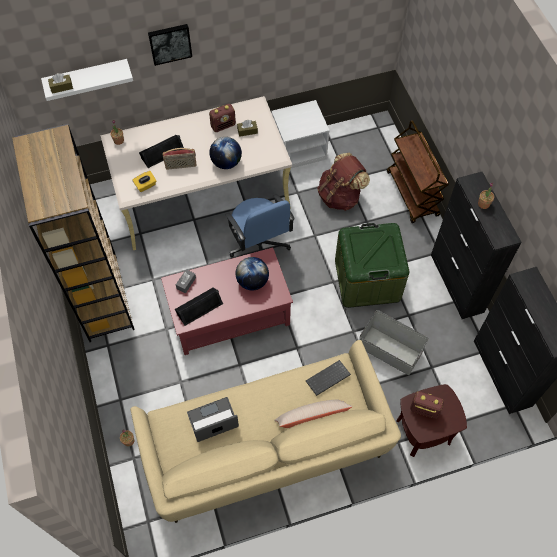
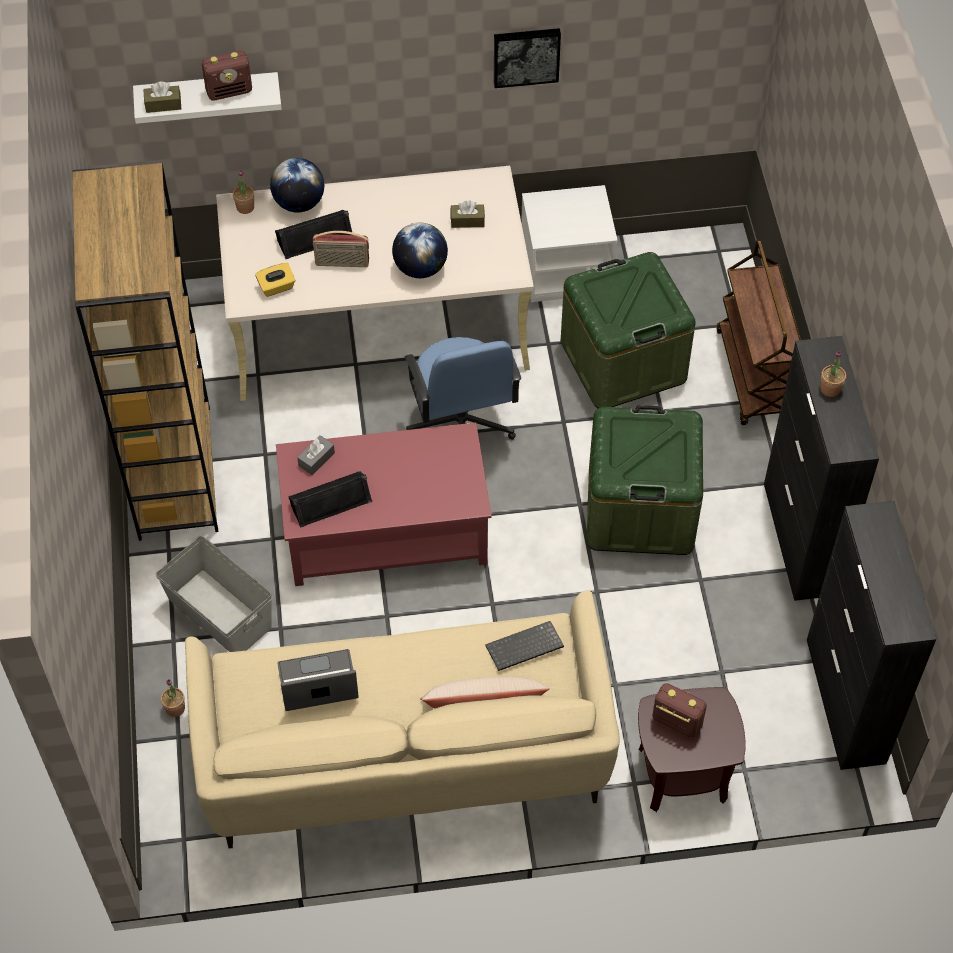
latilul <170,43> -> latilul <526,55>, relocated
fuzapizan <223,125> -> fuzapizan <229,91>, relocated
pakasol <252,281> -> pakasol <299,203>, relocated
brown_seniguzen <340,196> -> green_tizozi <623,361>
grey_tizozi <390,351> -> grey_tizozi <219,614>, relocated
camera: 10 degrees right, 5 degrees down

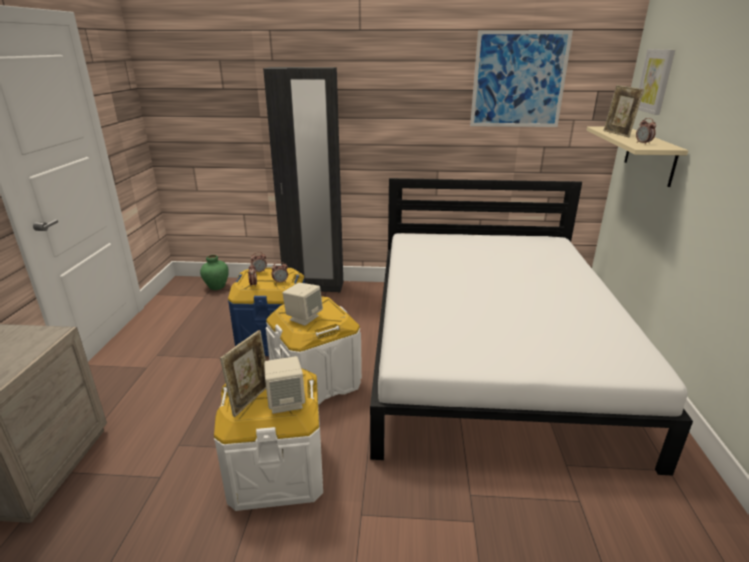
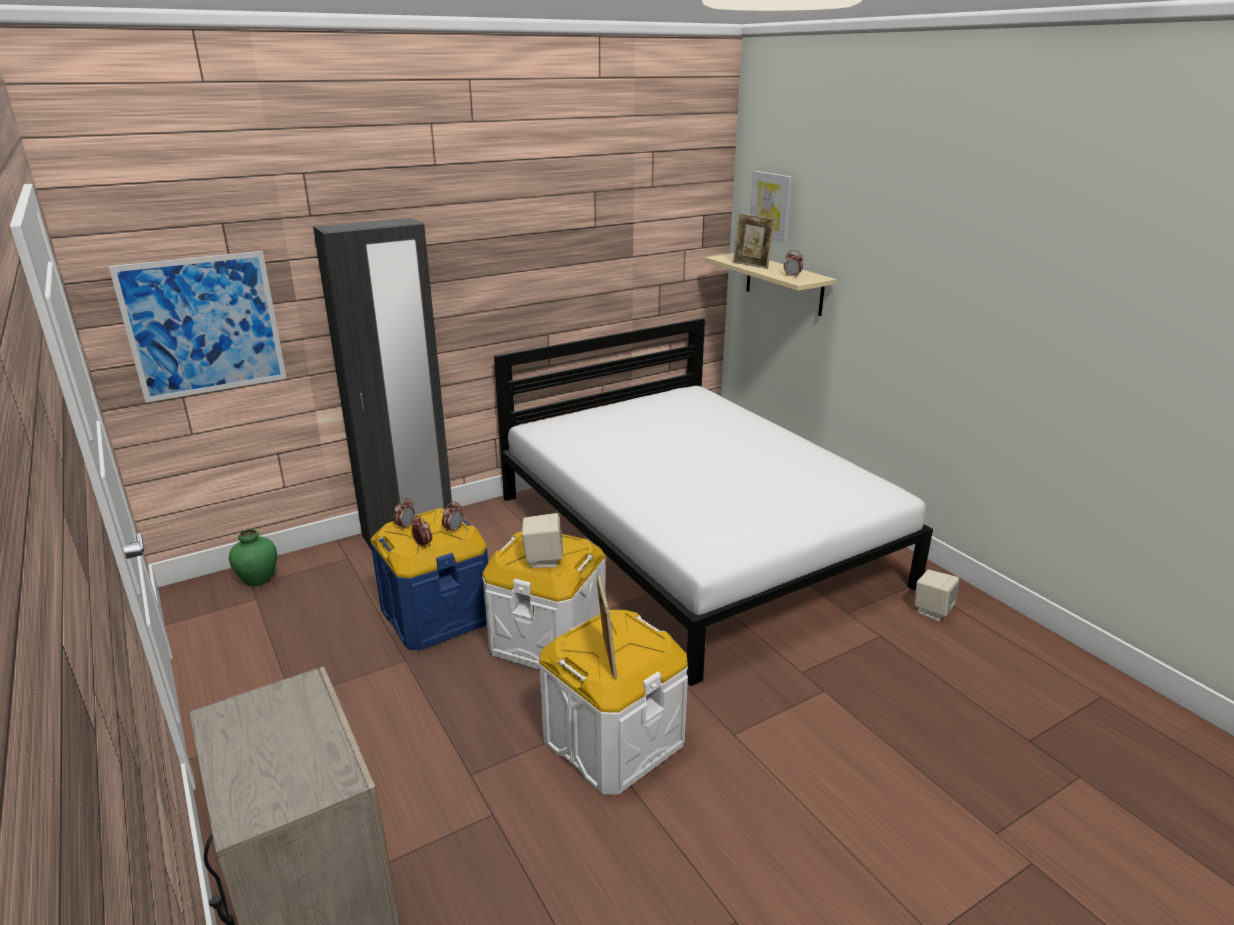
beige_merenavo <286,402> -> beige_merenavo <932,610>, relocated
latilul <518,80> -> latilul <203,326>, relocated
camera: 35 degrees left, 0 degrees up

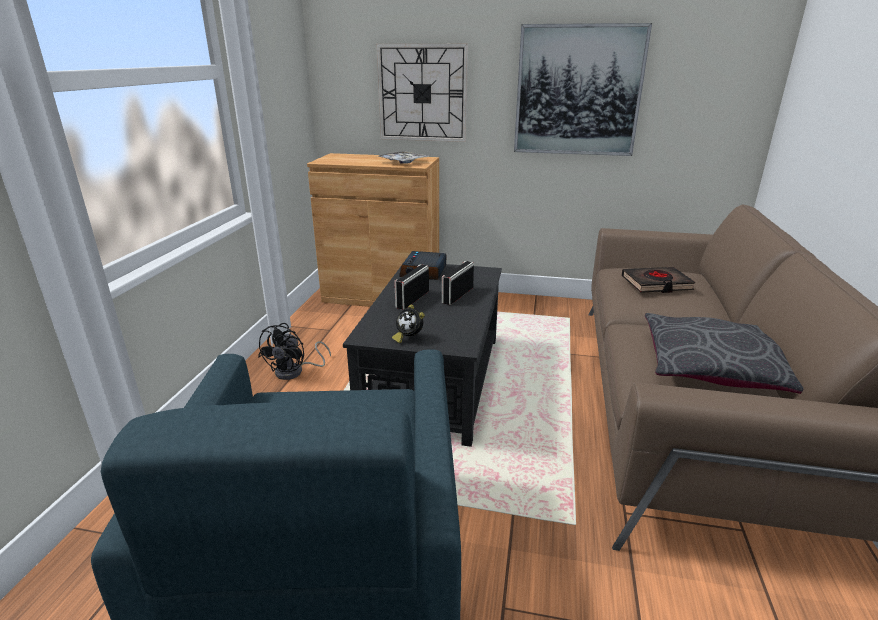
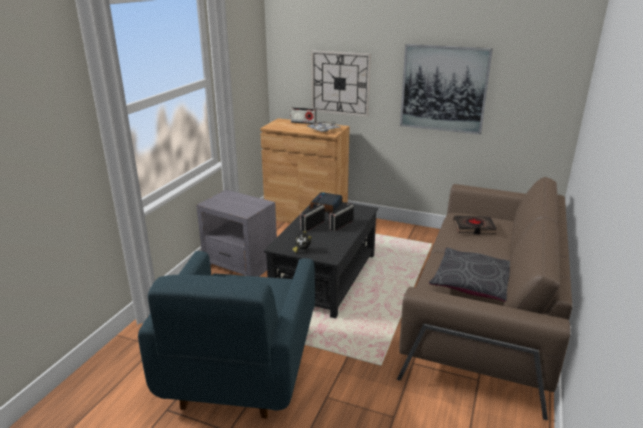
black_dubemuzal <295,371> -> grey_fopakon <240,264>
none -> fuzapizan <303,122>
camera: 10 degrees right, 0 degrees up

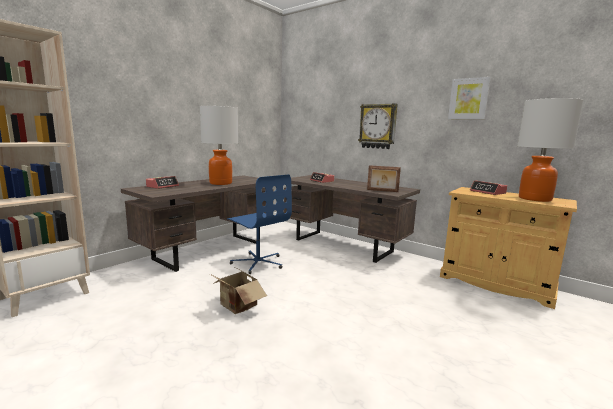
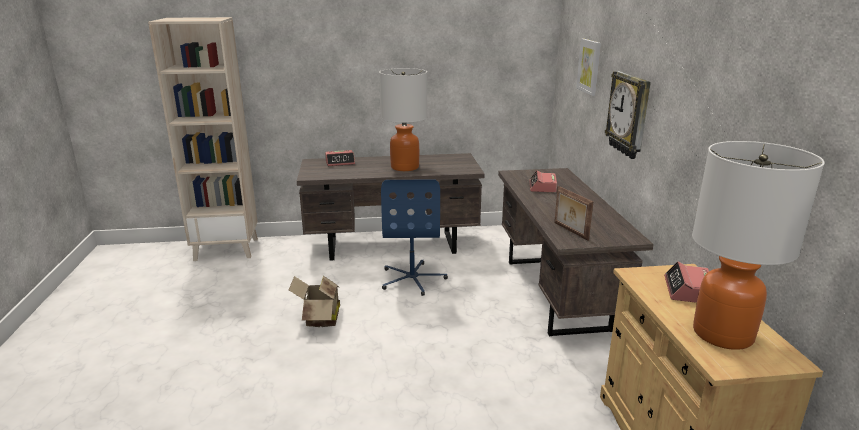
latilul <468,99> -> latilul <589,66>, relocated
camera: 45 degrees right, 10 degrees up

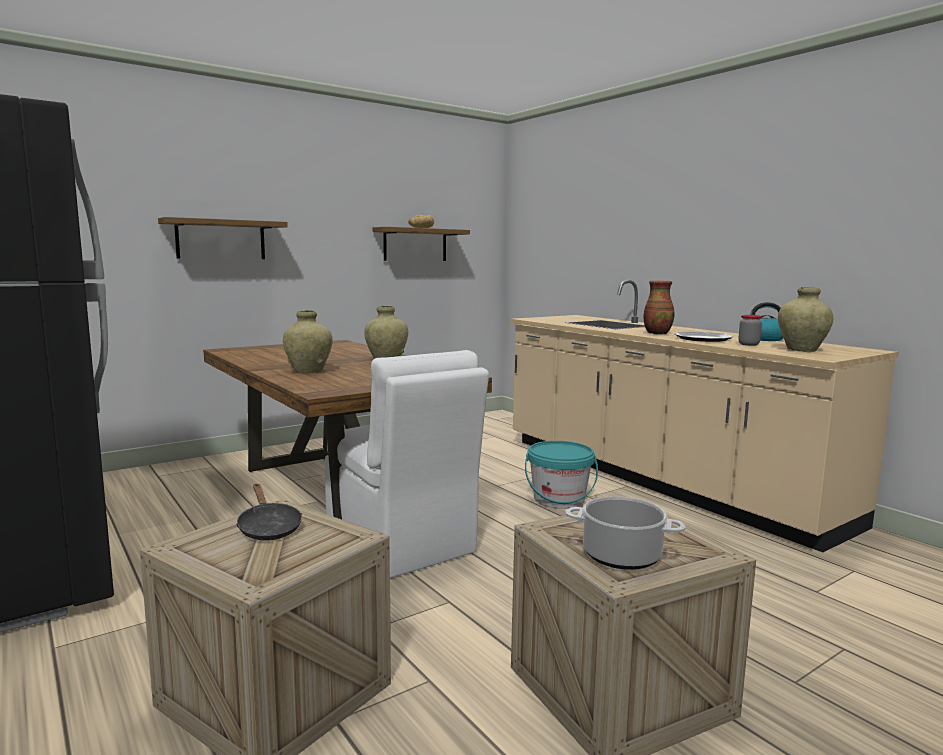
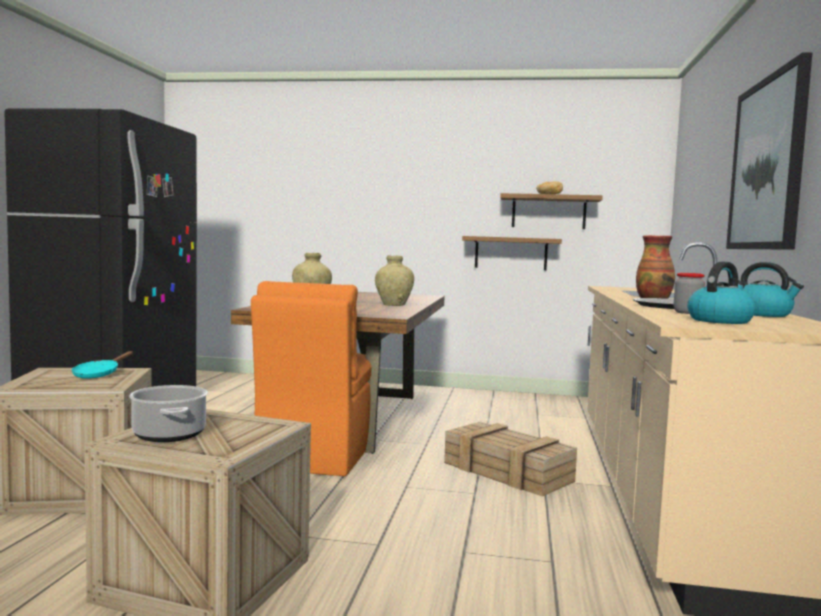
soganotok <221,239> -> soganotok <511,253>, relocated
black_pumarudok <268,528> -> turquoise_pumarudok <99,374>
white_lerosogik <401,543> -> orange_lerosogik <316,455>
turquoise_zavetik <559,499> -> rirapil <509,472>
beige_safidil <801,350> -> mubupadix <720,320>
none -> latilul <767,164>
camera: 45 degrees right, 5 degrees down

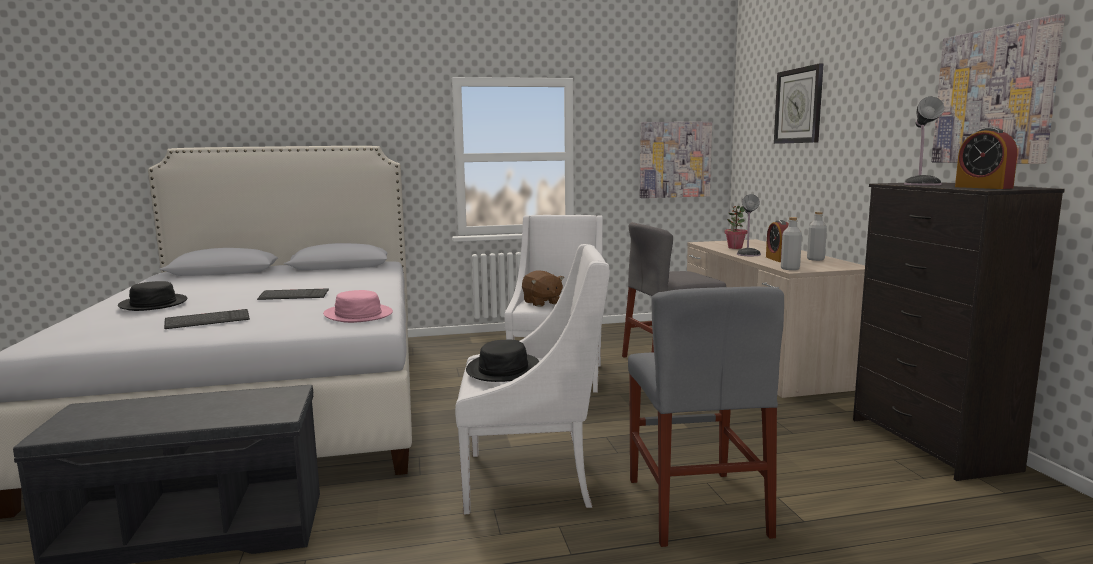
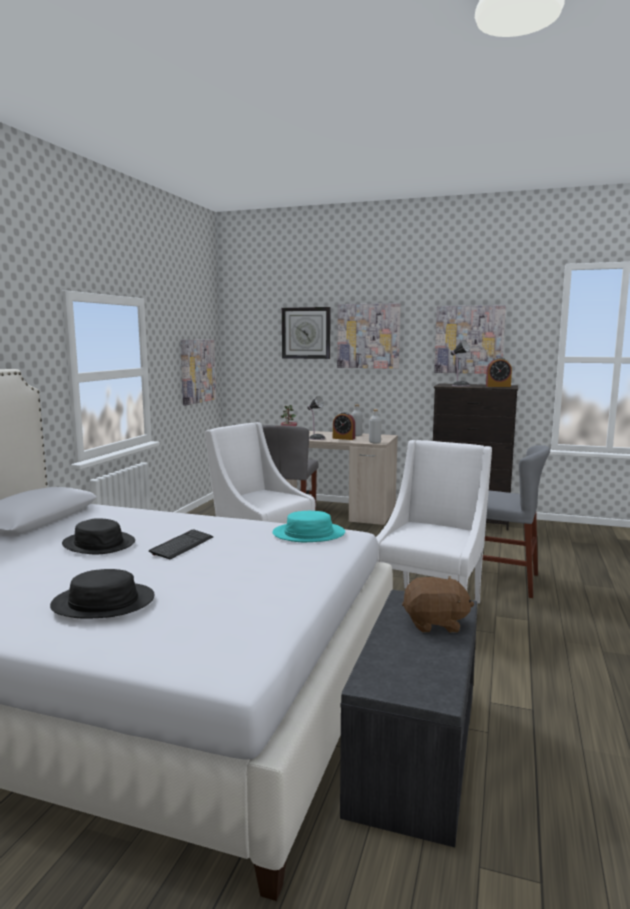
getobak <207,321> -> none
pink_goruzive <358,315> -> turquoise_goruzive <308,534>
black_goruzive <503,369> -> black_goruzive <99,544>, relocated
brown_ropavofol <542,303> -> brown_ropavofol <435,624>, relocated
none -> latilul <368,336>
camera: 60 degrees left, 0 degrees up

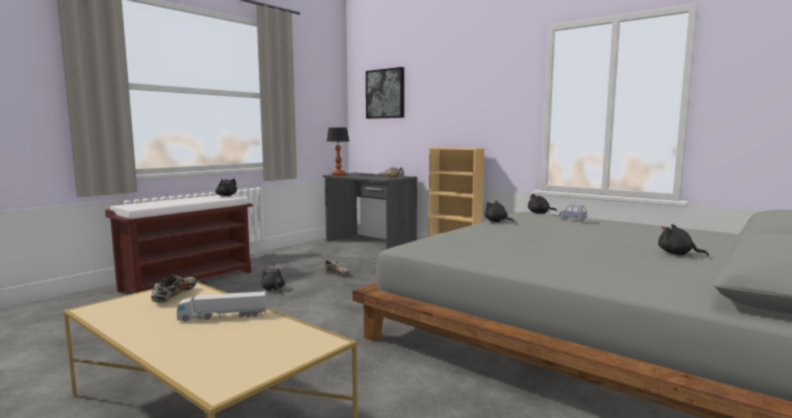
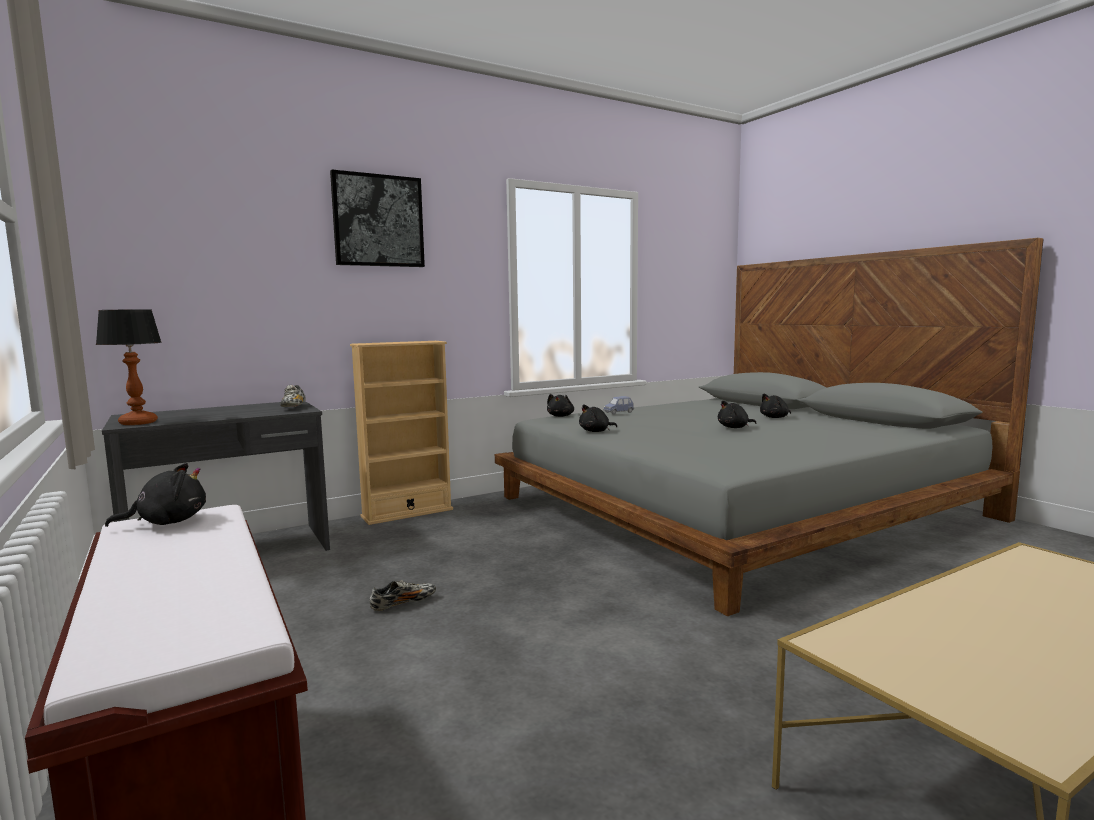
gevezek <175,296> -> none
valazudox <223,316> -> none
black_ropavofol <273,289> -> black_ropavofol <734,427>, relocated
latilul <385,94> -> latilul <378,221>, relocated
camera: 70 degrees left, 0 degrees up

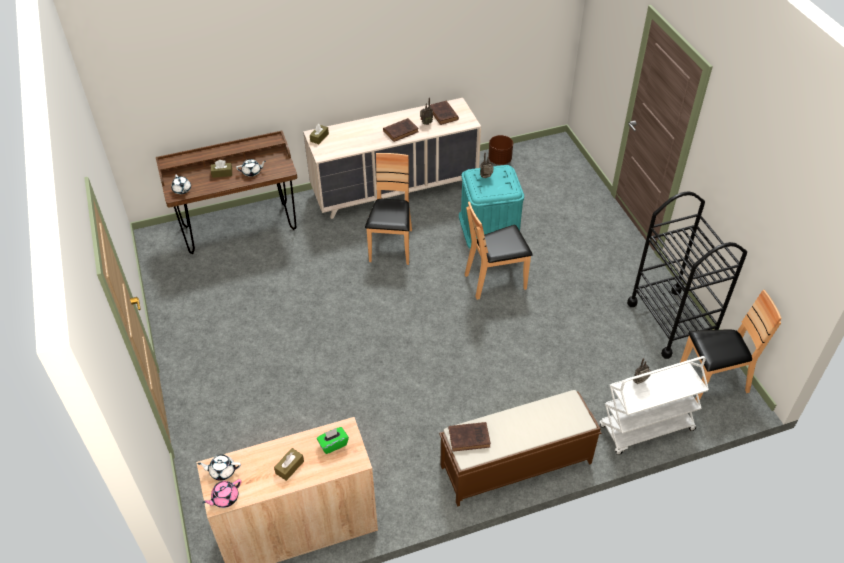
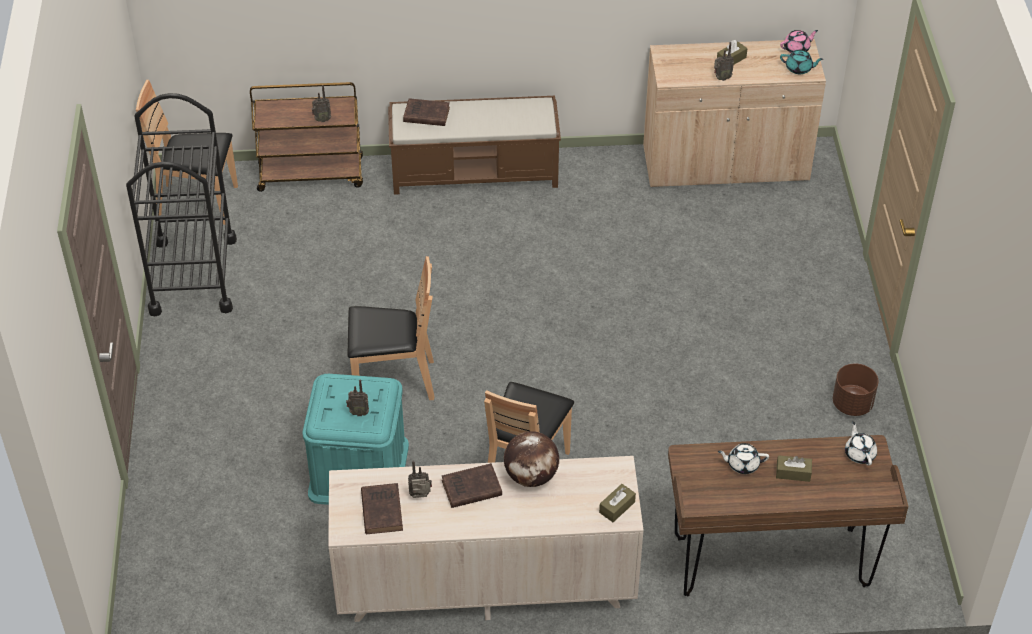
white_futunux <222,471> -> turquoise_futunux <799,68>
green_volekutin <333,444> -> none
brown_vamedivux <470,438> -> brown_vamedivux <425,115>, relocated
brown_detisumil <499,160> -> brown_detisumil <852,404>, relocated
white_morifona <646,429> -> brown_morifona <311,174>
none -> pakasol <531,476>
none -> fuzapizan <721,78>
camera: 165 degrees left, 0 degrees up

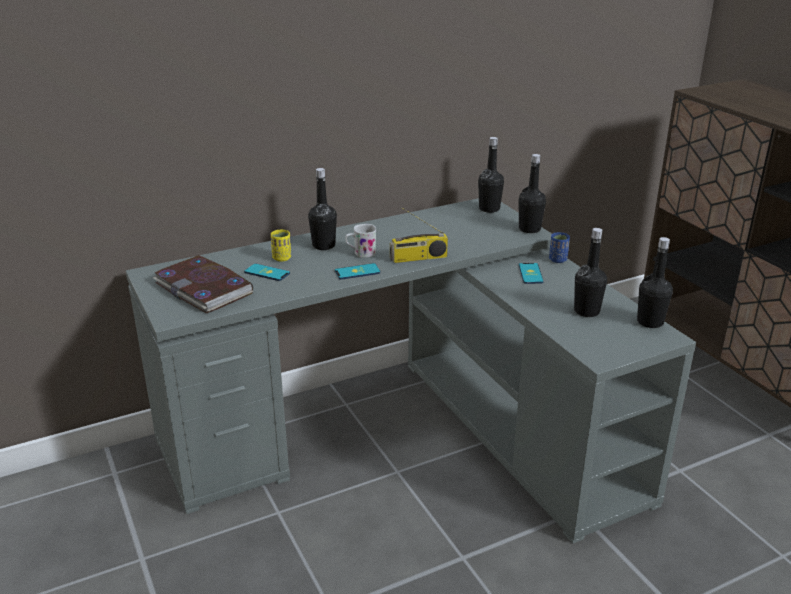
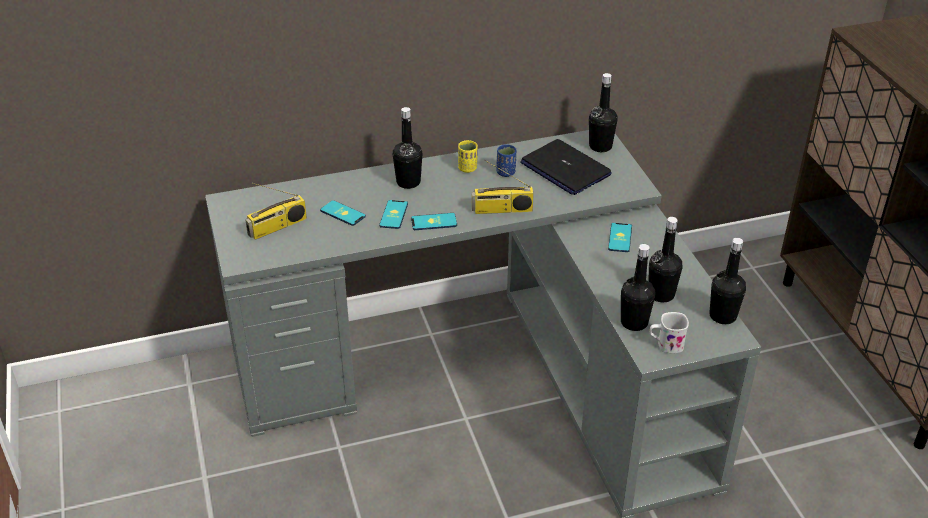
vamedivux <204,288> -> fuzapizan <277,227>
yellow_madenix <282,258> -> yellow_madenix <467,168>, relocated
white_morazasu <361,253> -> white_morazasu <666,345>, relocated
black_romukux <529,229> -> black_romukux <634,322>, relocated
blue_madenix <557,260> -> blue_madenix <506,172>, relocated
none -> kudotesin <393,215>
none -> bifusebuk <565,169>
camera: 10 degrees right, 10 degrees up

